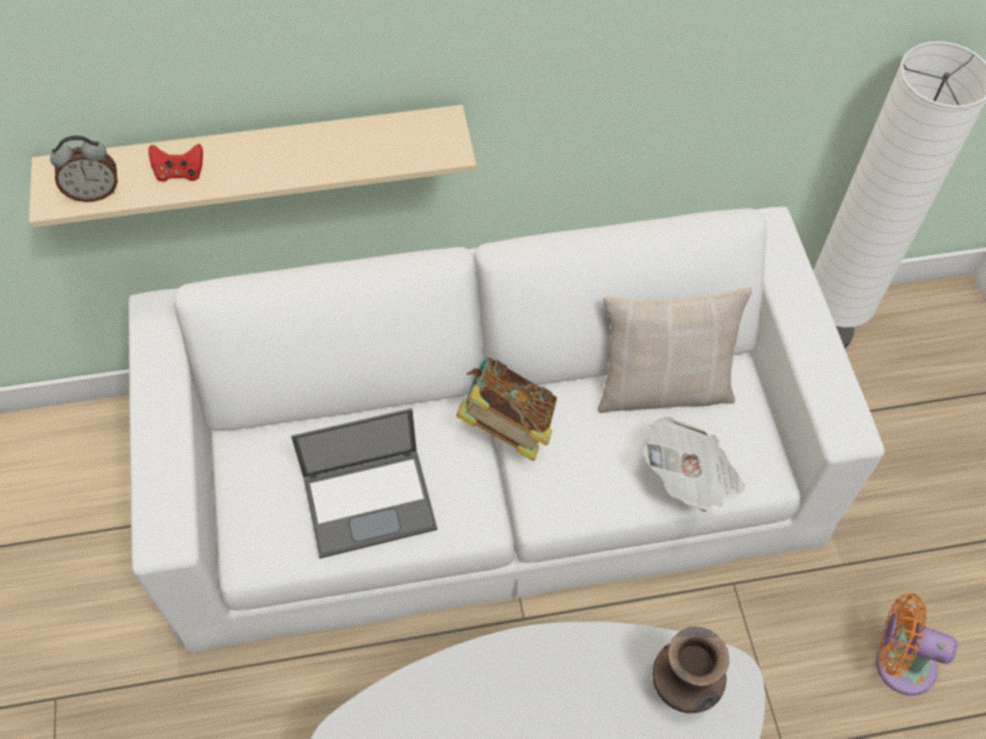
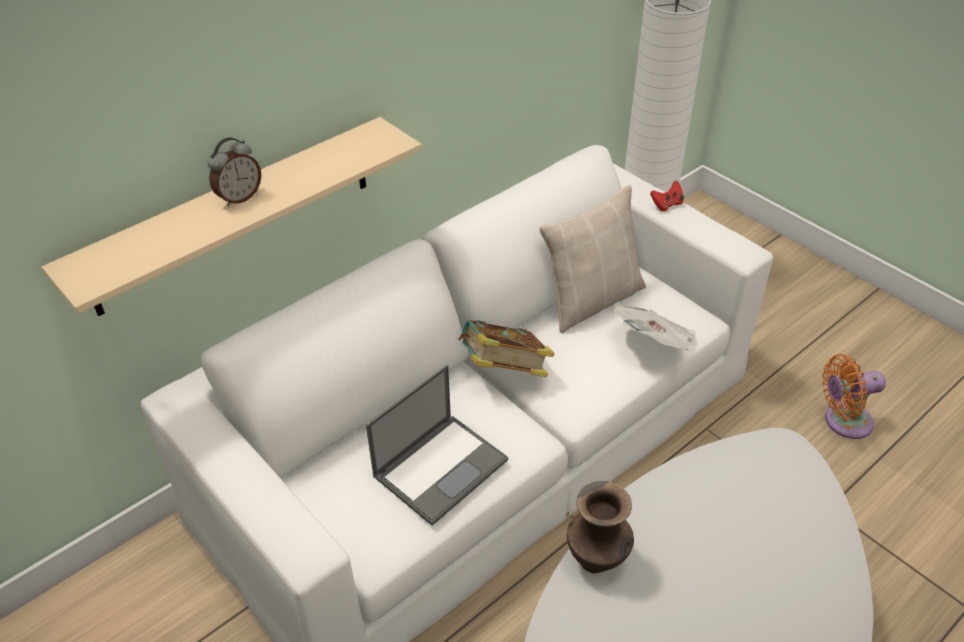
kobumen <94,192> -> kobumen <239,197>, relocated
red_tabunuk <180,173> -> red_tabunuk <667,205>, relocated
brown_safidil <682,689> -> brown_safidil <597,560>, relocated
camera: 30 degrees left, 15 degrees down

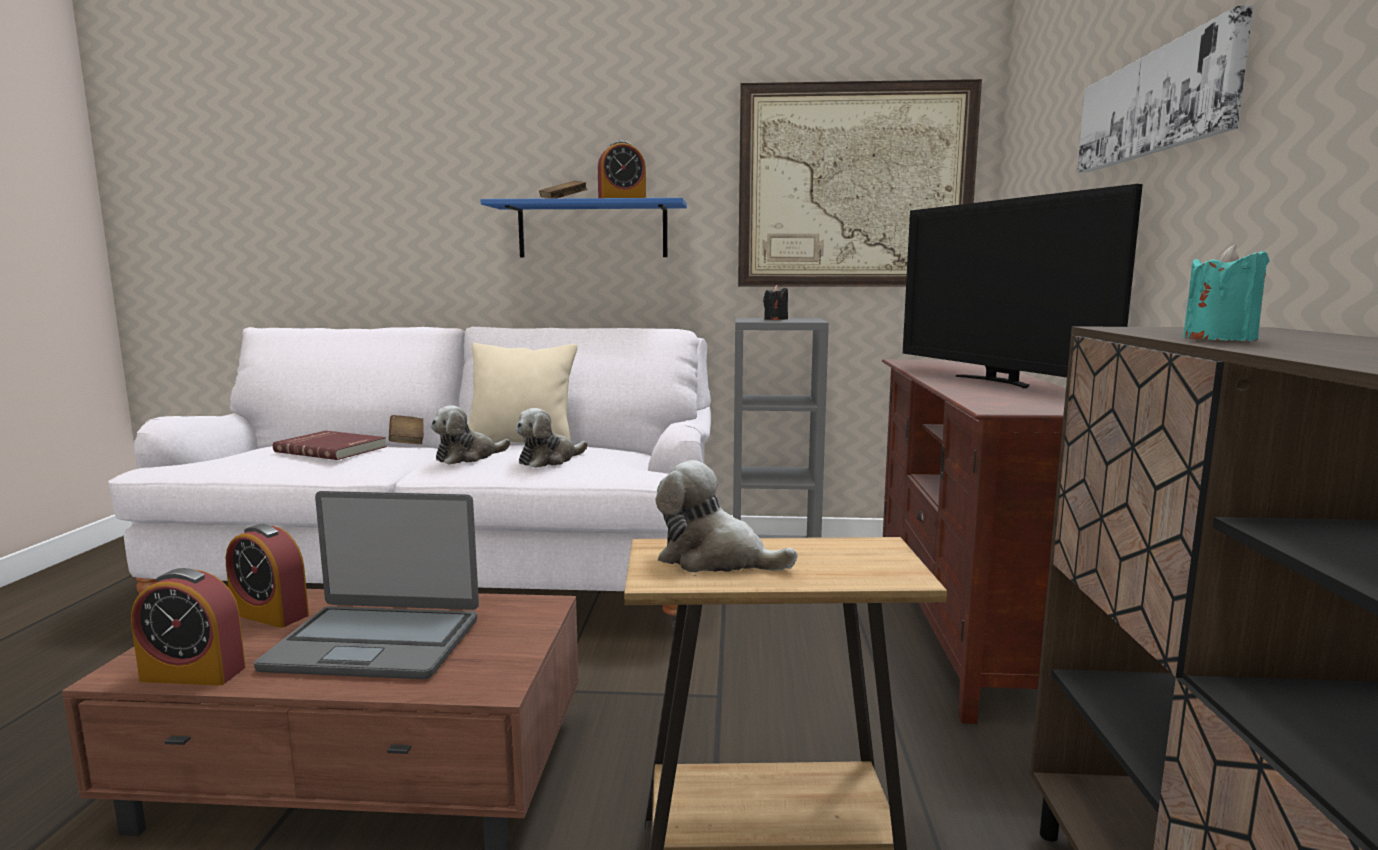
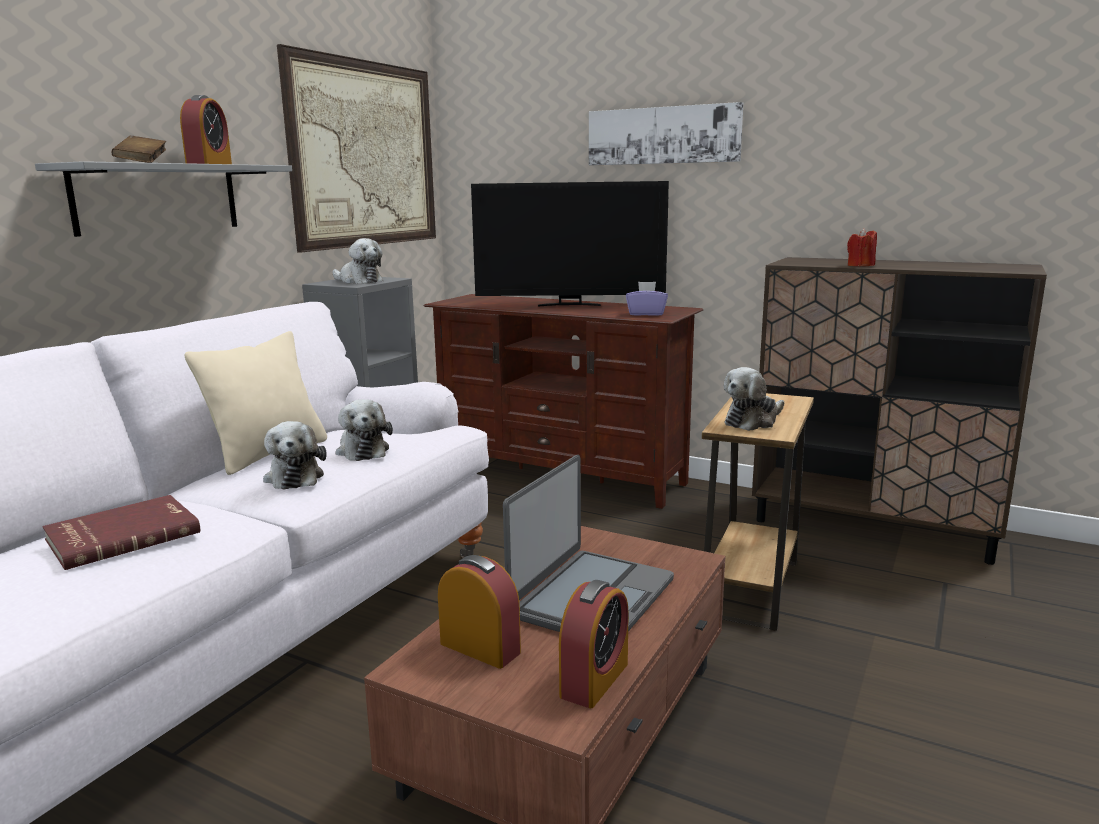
kobumen <270,614> -> kobumen <480,648>, 105 degrees counterclockwise
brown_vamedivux <407,441> -> none
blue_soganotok <592,230> -> grey_soganotok <158,198>
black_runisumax <775,319> -> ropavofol <358,281>
turquoise_runisumax <1219,340> -> red_runisumax <860,265>
none -> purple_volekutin <646,314>
camera: 65 degrees left, 5 degrees up

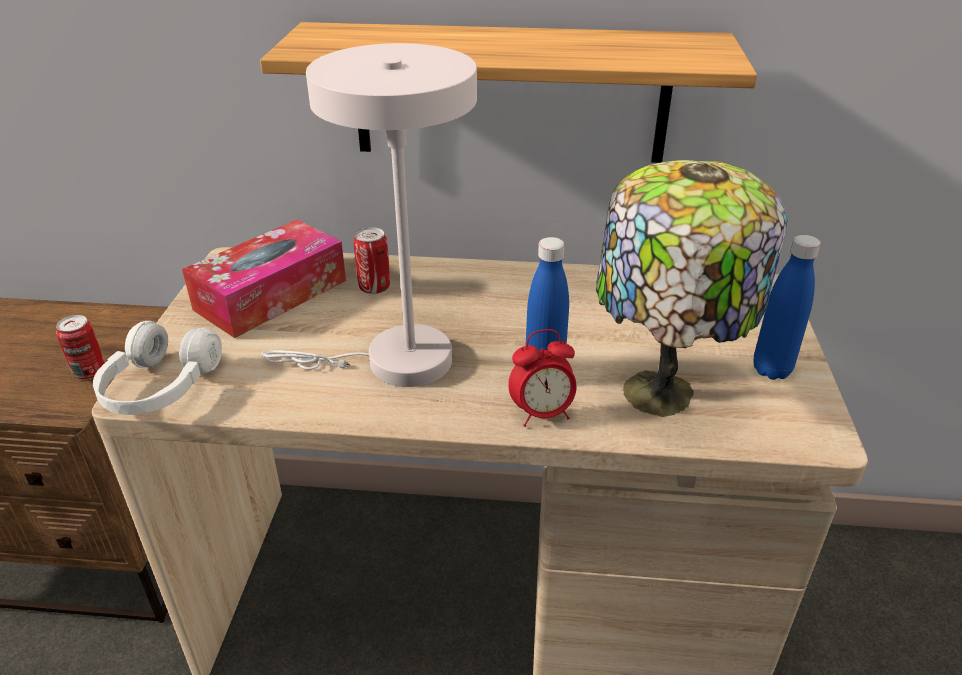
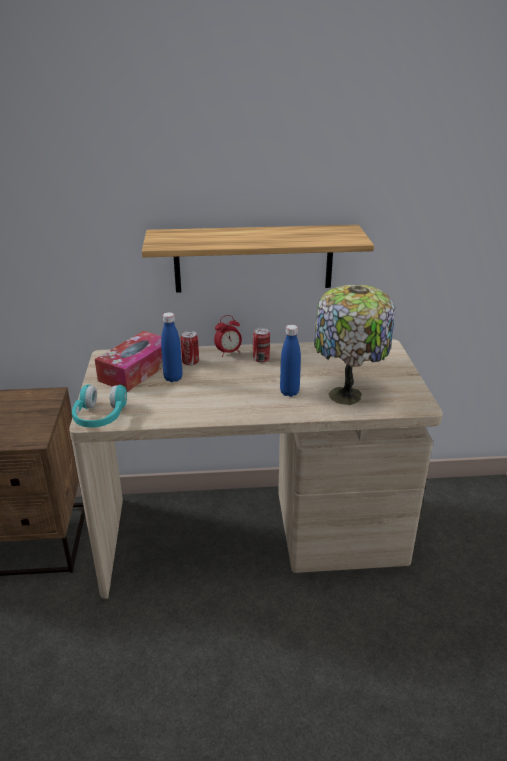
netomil <89,372> -> netomil <261,359>, relocated
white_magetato <159,388> -> turquoise_magetato <100,417>
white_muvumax <394,362> -> none
kobumen <542,414> -> kobumen <228,353>, relocated
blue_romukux <771,370> -> blue_romukux <173,378>, relocated
camera: 10 degrees left, 5 degrees down

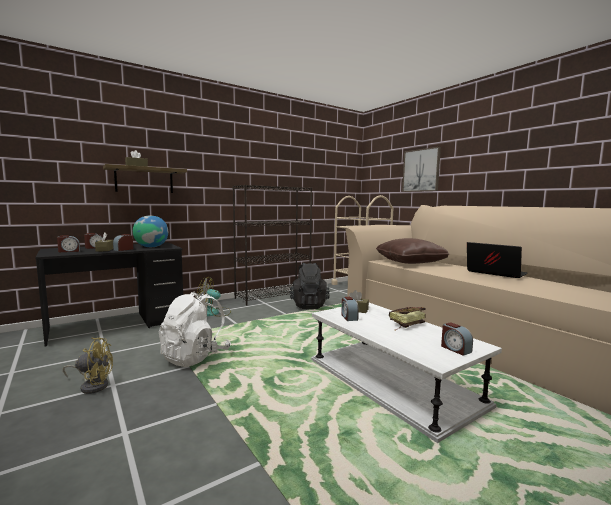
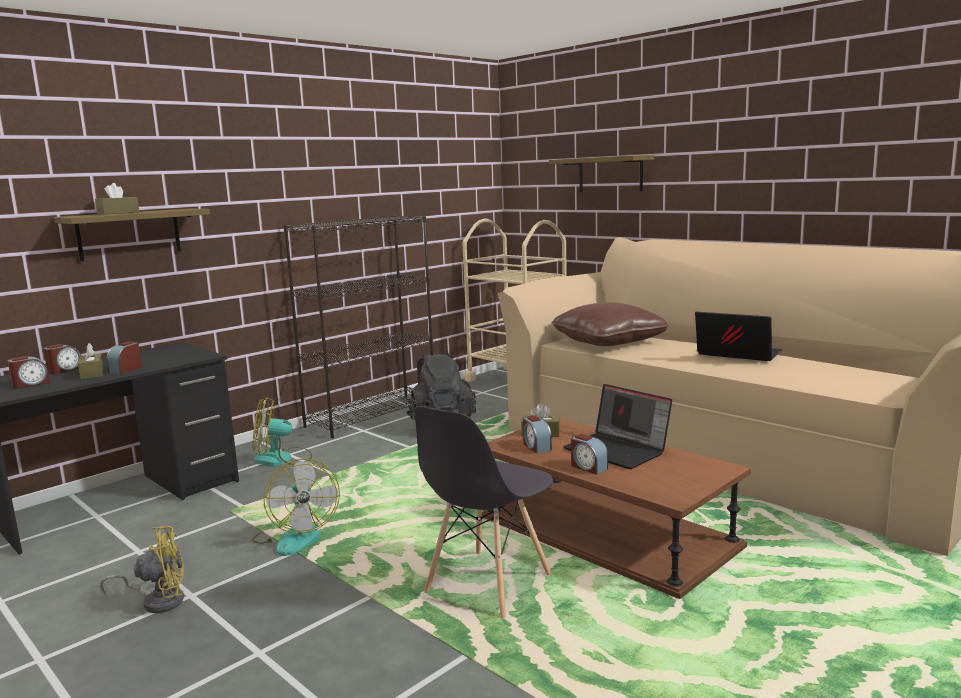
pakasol <151,247> -> none
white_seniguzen <195,357> -> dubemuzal <296,537>
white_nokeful <392,382> -> brown_nokeful <608,532>
vamedivux <404,325> -> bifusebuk <618,450>
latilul <421,170> -> soganotok <610,174>
kobumen <455,349> -> kobumen <588,467>, relocated
none -> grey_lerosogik <487,584>
camera: 10 degrees left, 5 degrees up

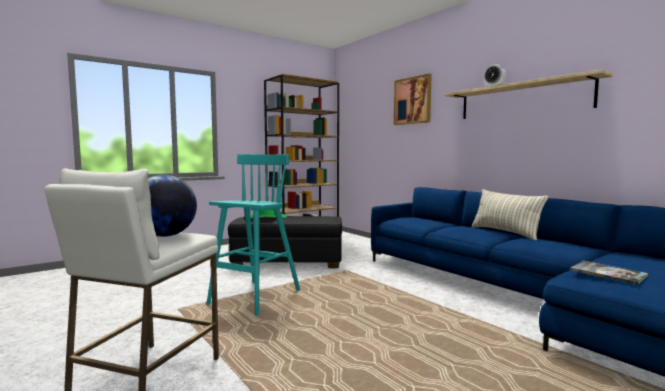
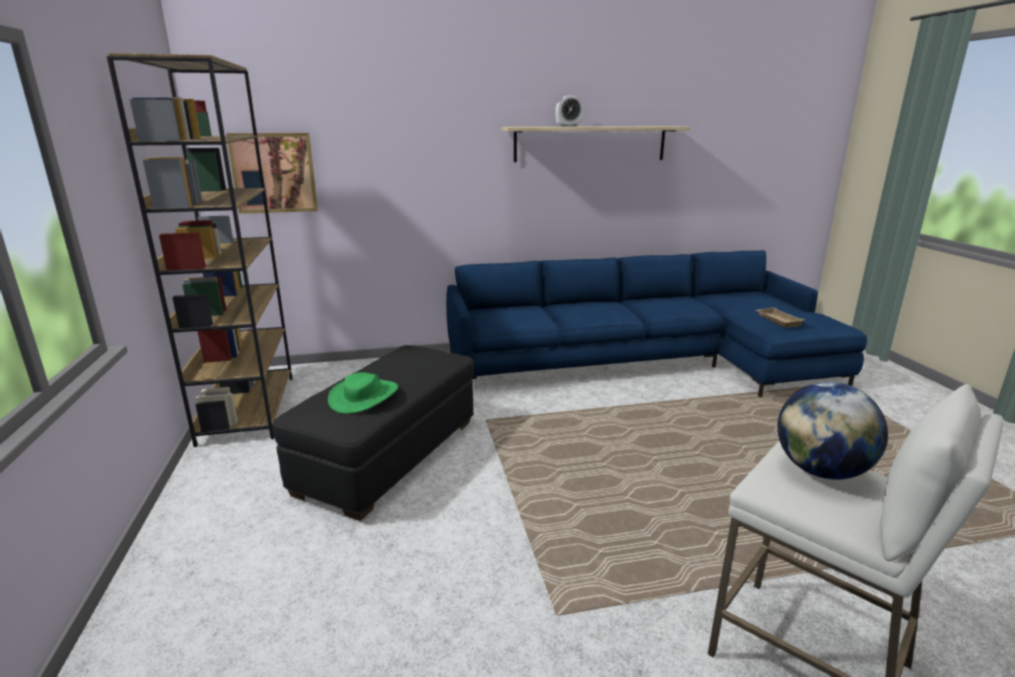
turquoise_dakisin <254,298> -> none
latilul <412,100> -> latilul <274,173>, relocated
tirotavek <505,232> -> none
vamedivux <608,273> -> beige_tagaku <777,320>
camera: 65 degrees left, 15 degrees up

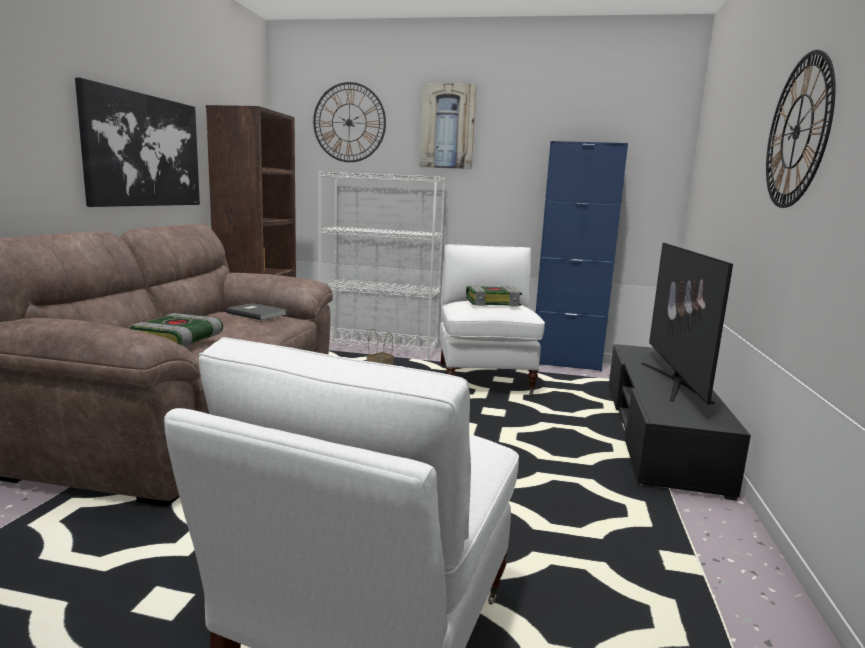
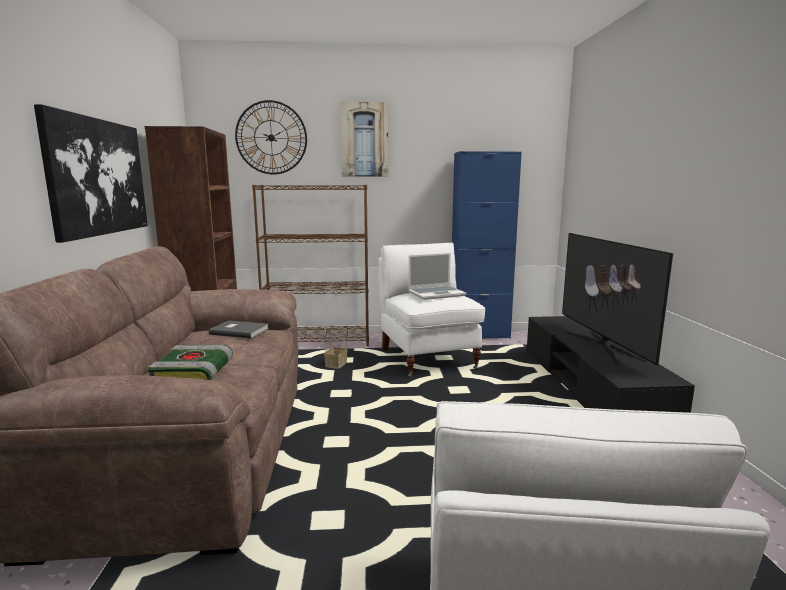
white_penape <379,347> -> brown_penape <318,340>
vamedivux <493,302> -> bifusebuk <436,294>
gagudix <797,132> -> none
camera: 15 degrees left, 0 degrees up

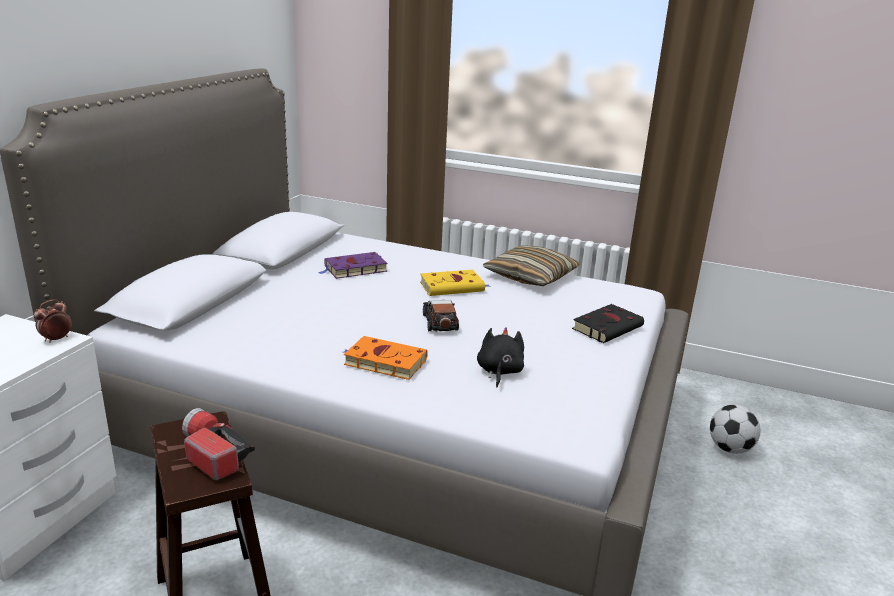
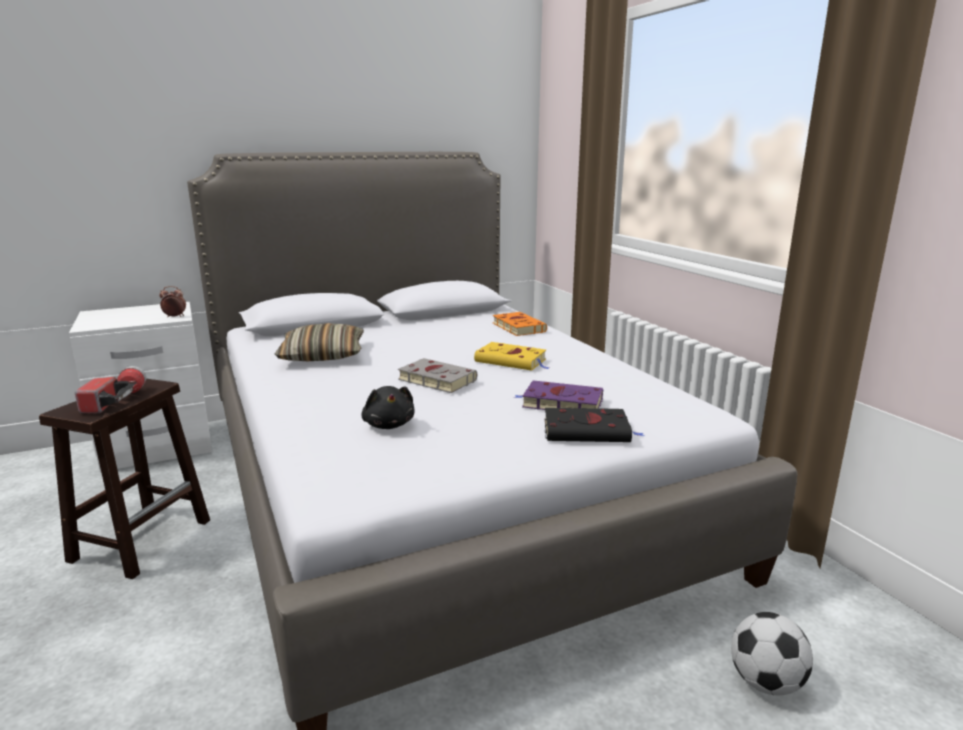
purple_vamedivux <354,269> -> purple_vamedivux <560,403>, relocated
orange_vamedivux <383,362> -> orange_vamedivux <517,327>, relocated
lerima <440,323> -> grey_vamedivux <435,380>
black_ropavofol <499,372> -> black_ropavofol <389,424>, 105 degrees clockwise
tirotavek <531,276> -> tirotavek <322,355>, relocated
camera: 45 degrees right, 5 degrees down

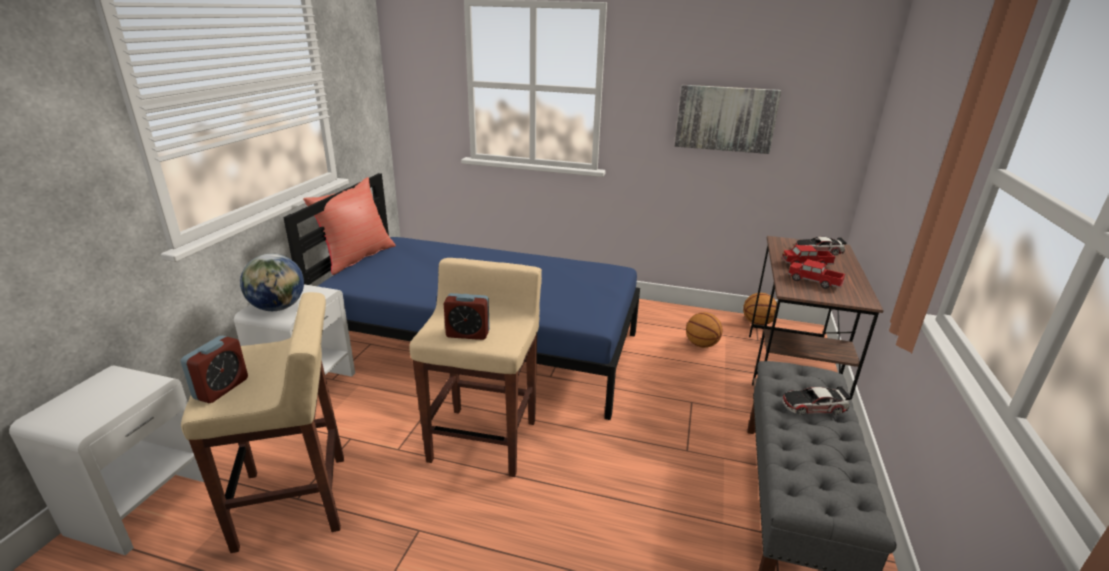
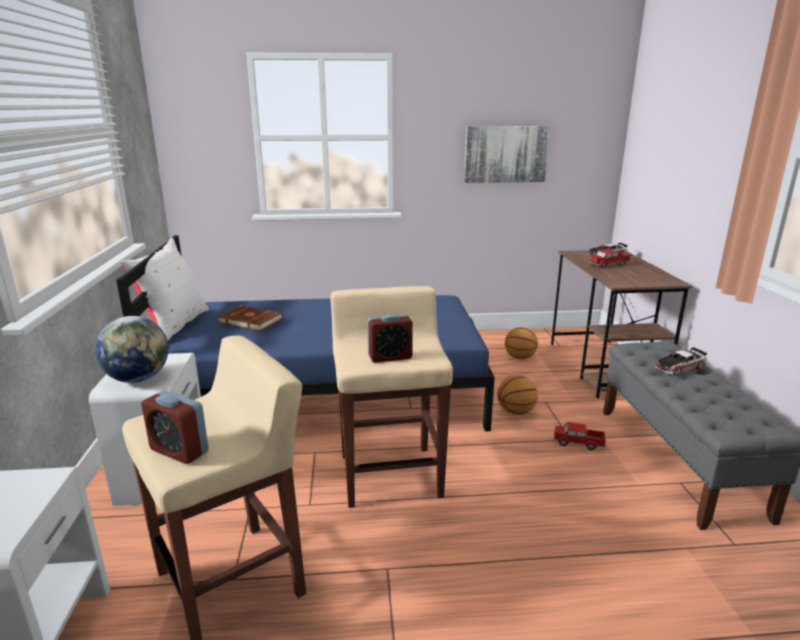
kobumen <221,388> -> kobumen <179,451>, 120 degrees clockwise
red_tirotavek <357,257> -> white_tirotavek <175,325>
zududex <757,323> -> zududex <515,412>, relocated
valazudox <814,281> -> valazudox <578,443>, relocated
none -> brown_vamedivux <251,320>
camera: 20 degrees left, 5 degrees down

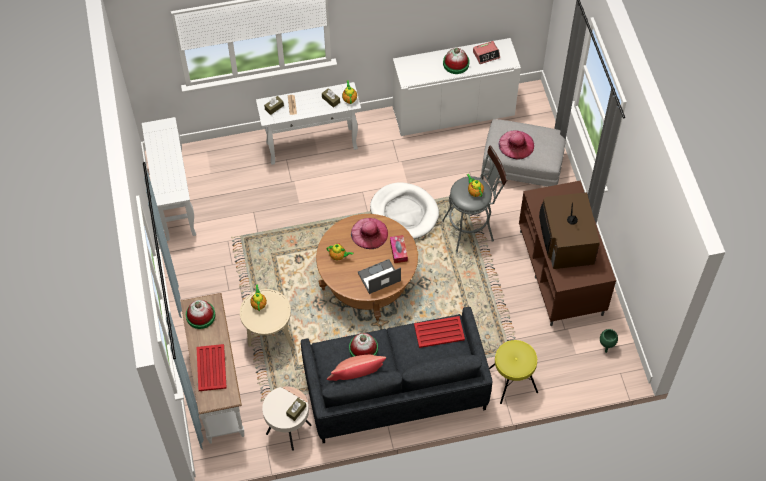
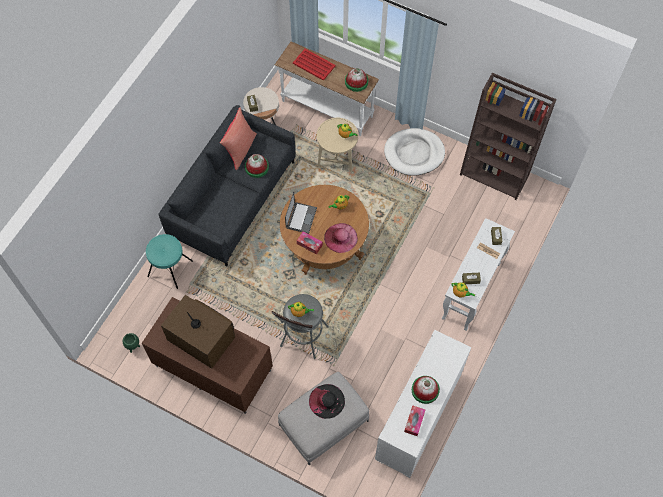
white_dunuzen <174,201> -> brown_penape <495,174>
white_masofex <404,213> -> white_masofex <414,153>, relocated
red_tagaku <439,332> -> none
kobumen <486,54> -> volekutin <414,422>
yellow_dakisin <512,380> -> turquoise_dakisin <170,269>
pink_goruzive <516,144> -> black_goruzive <326,401>
camera: 130 degrees right, 5 degrees up

